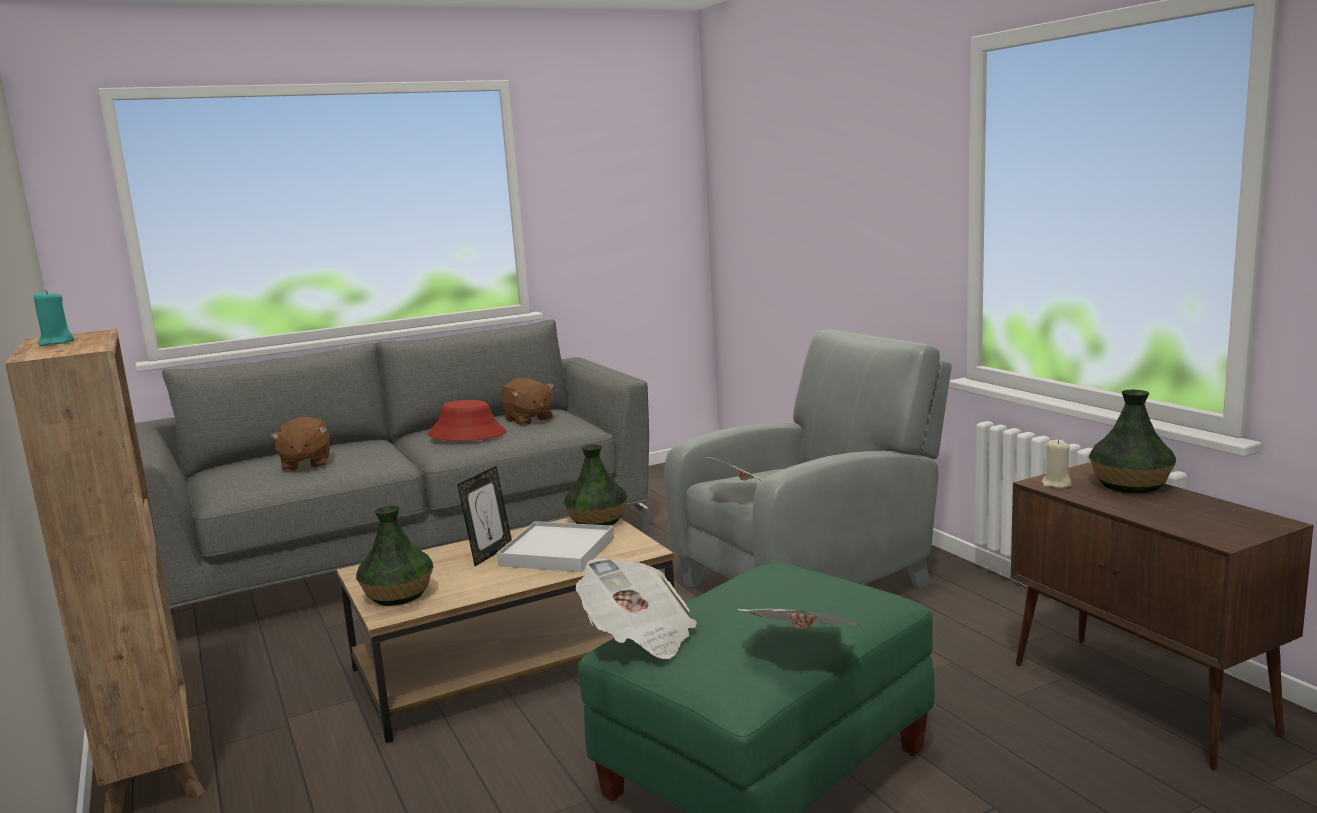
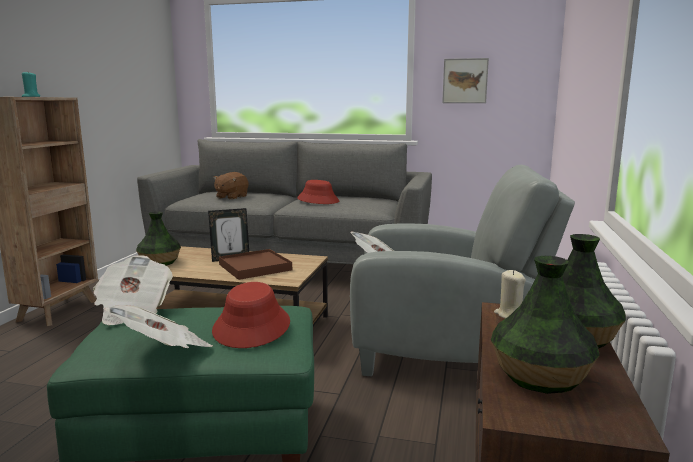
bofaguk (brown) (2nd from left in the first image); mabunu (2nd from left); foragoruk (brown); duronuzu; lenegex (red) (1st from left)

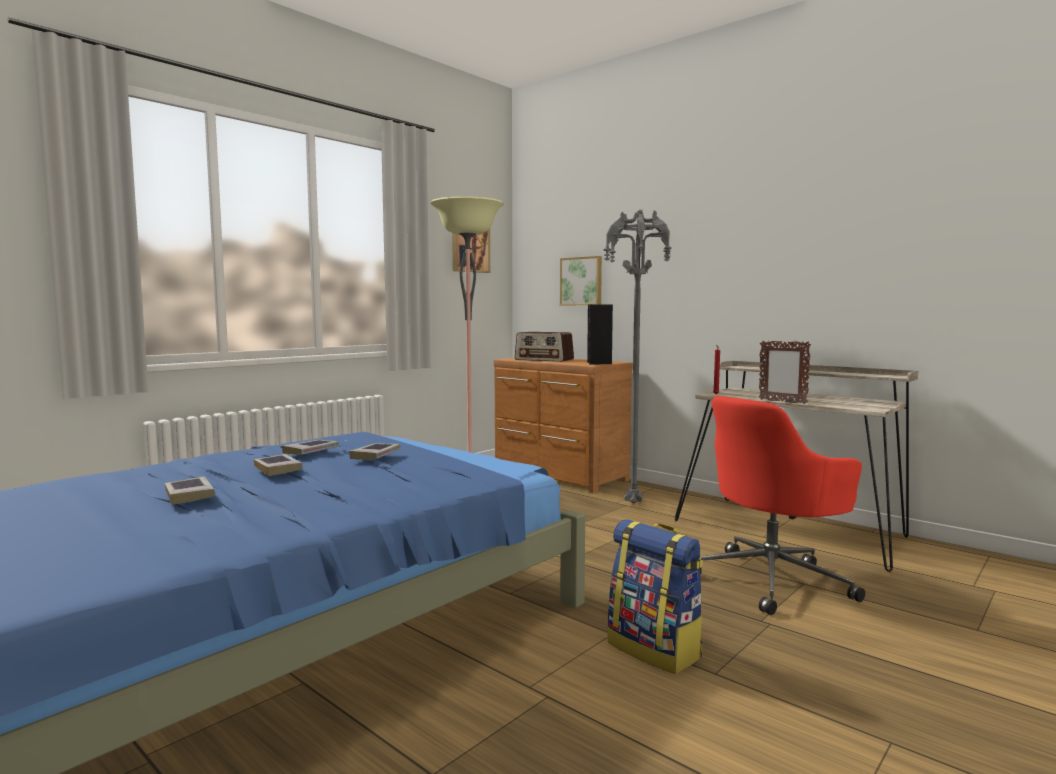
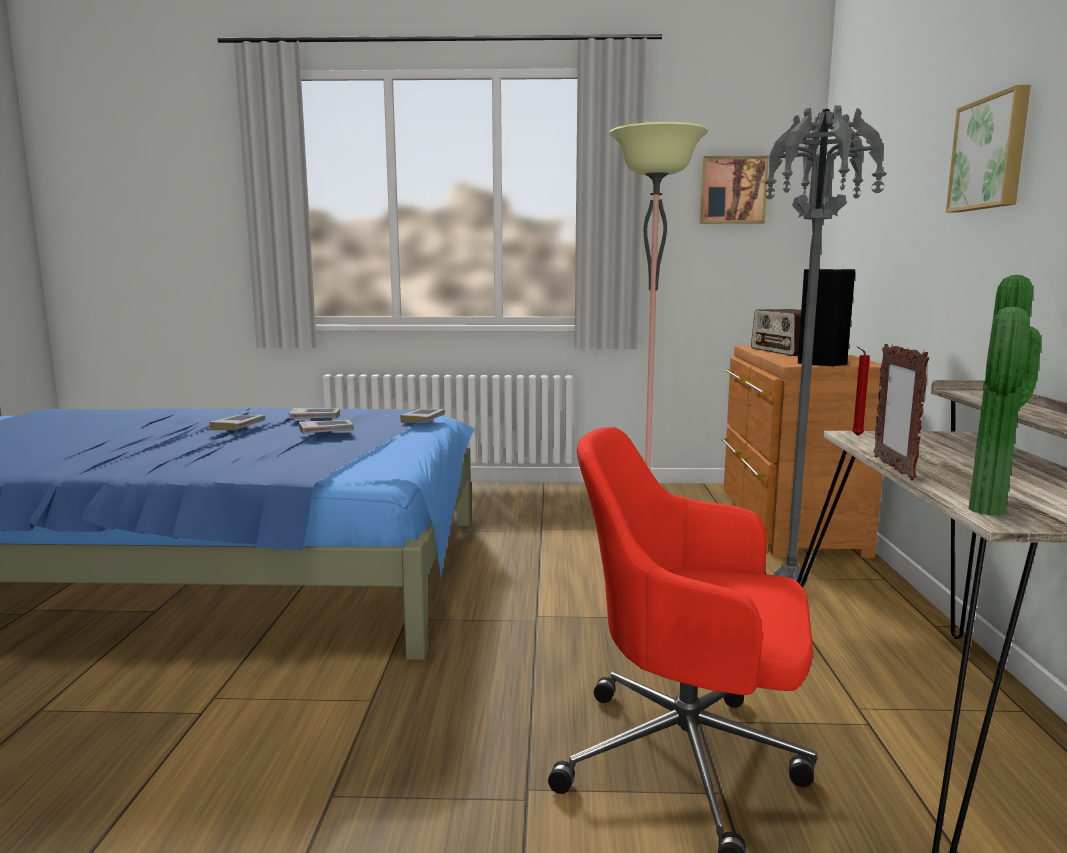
duronuzu (2nd from left); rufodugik (4th from left); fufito; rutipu

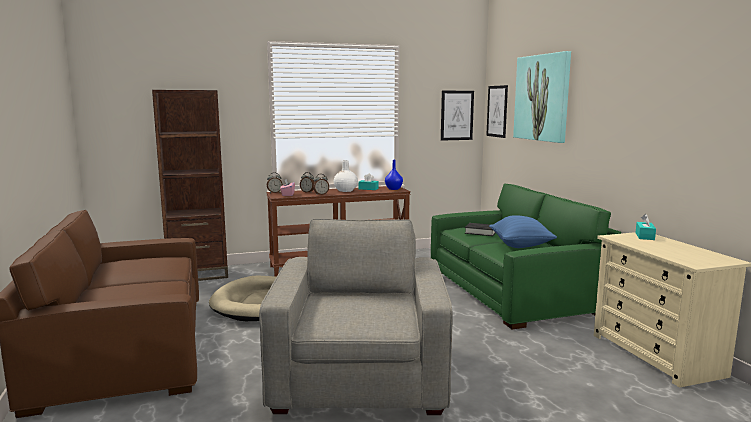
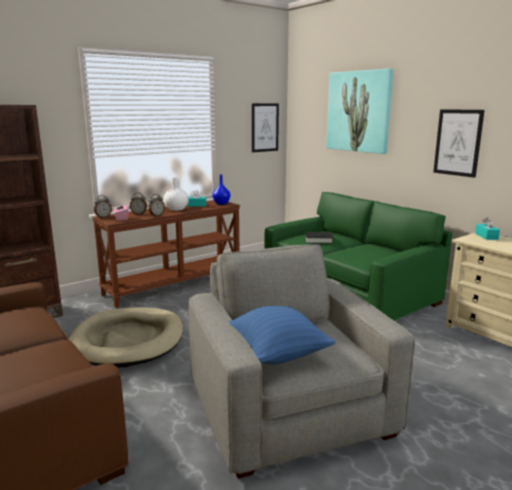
duronuzu (3rd from left); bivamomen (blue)

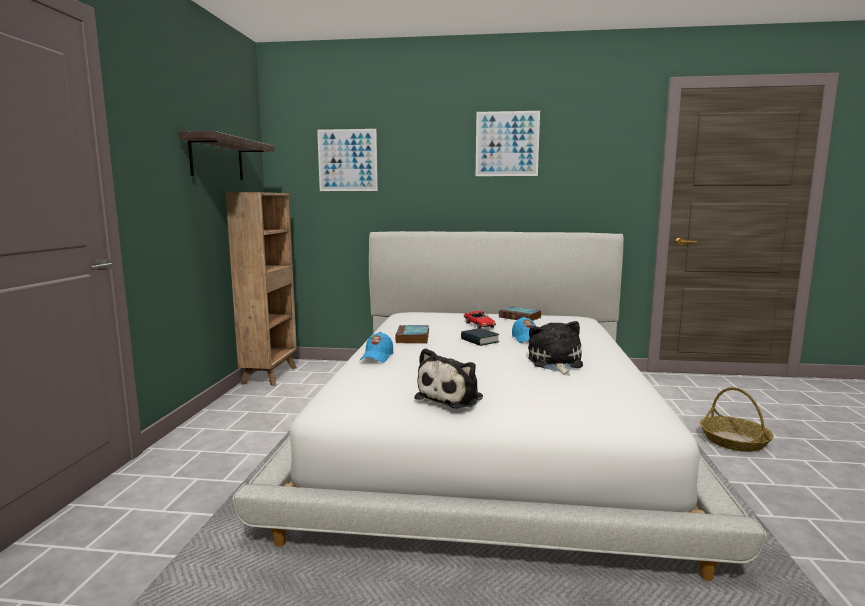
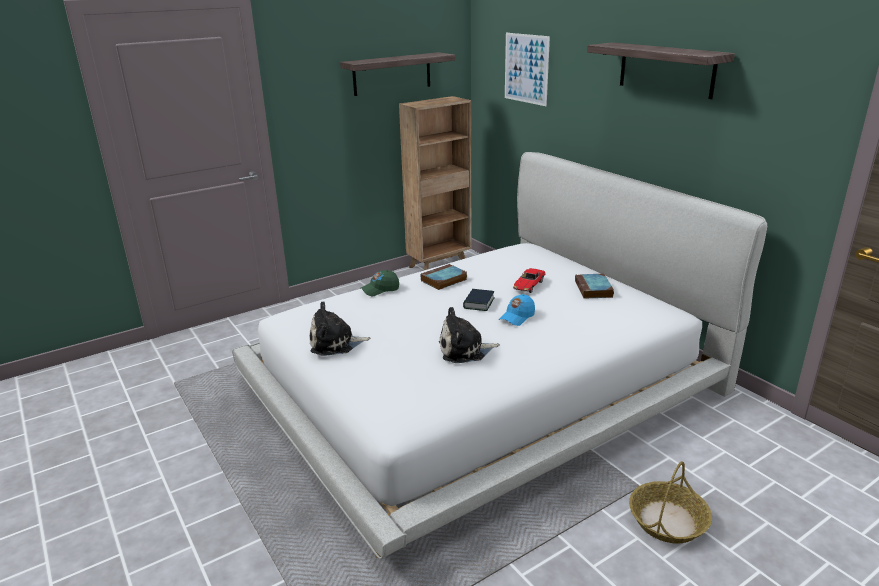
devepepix (2nd from left); bofaguk (2nd from left); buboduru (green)

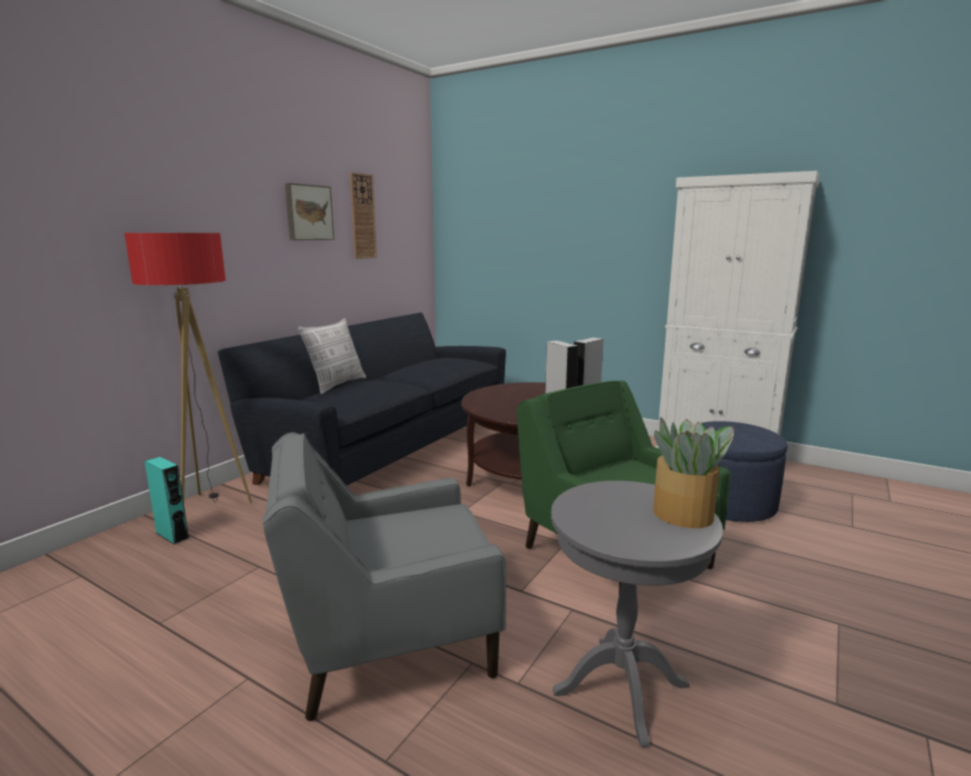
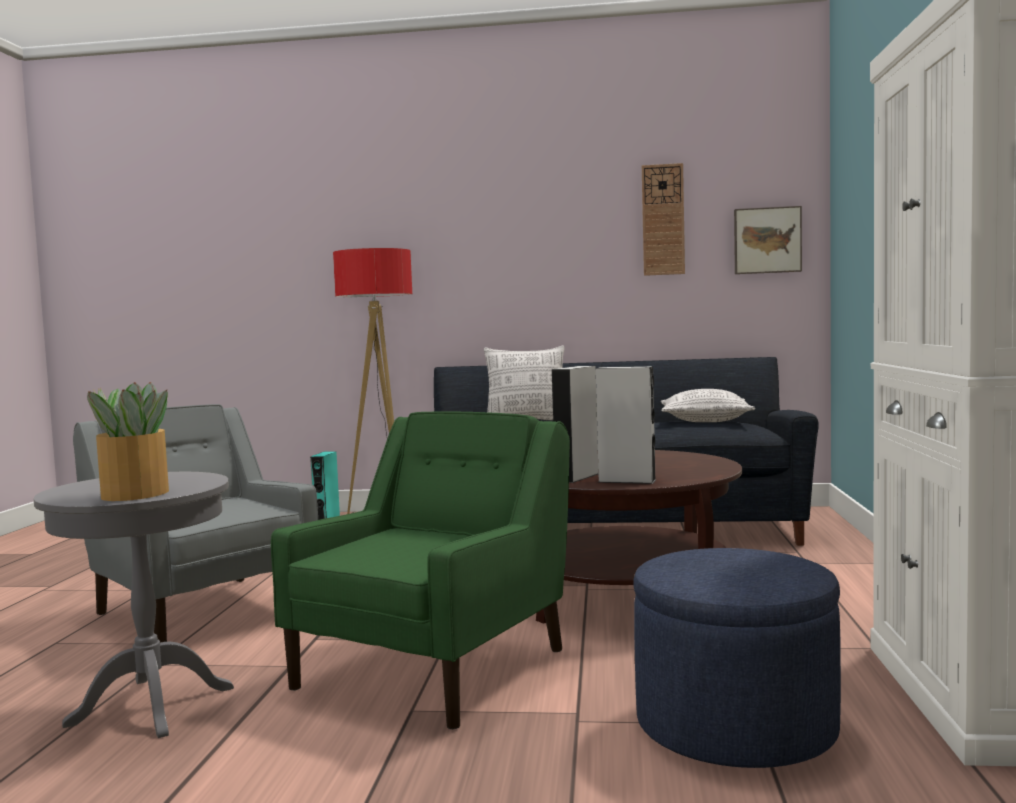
duronuzu; bivamomen (2nd from left)

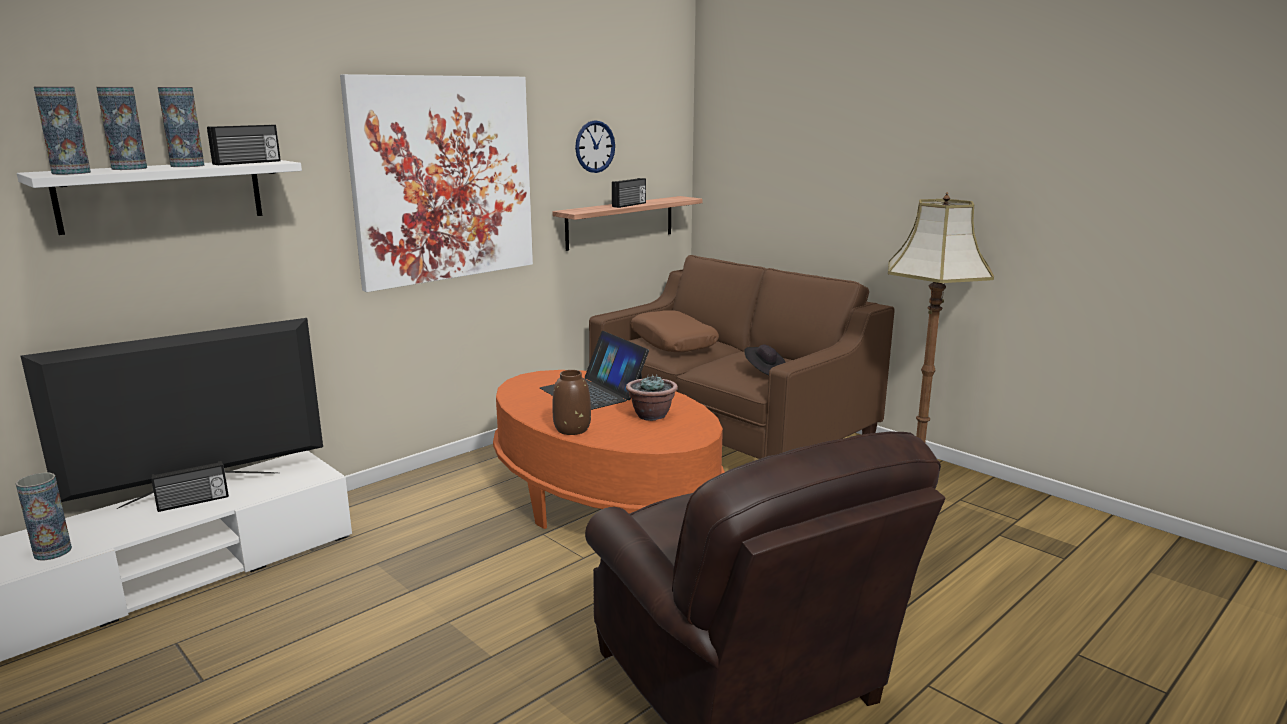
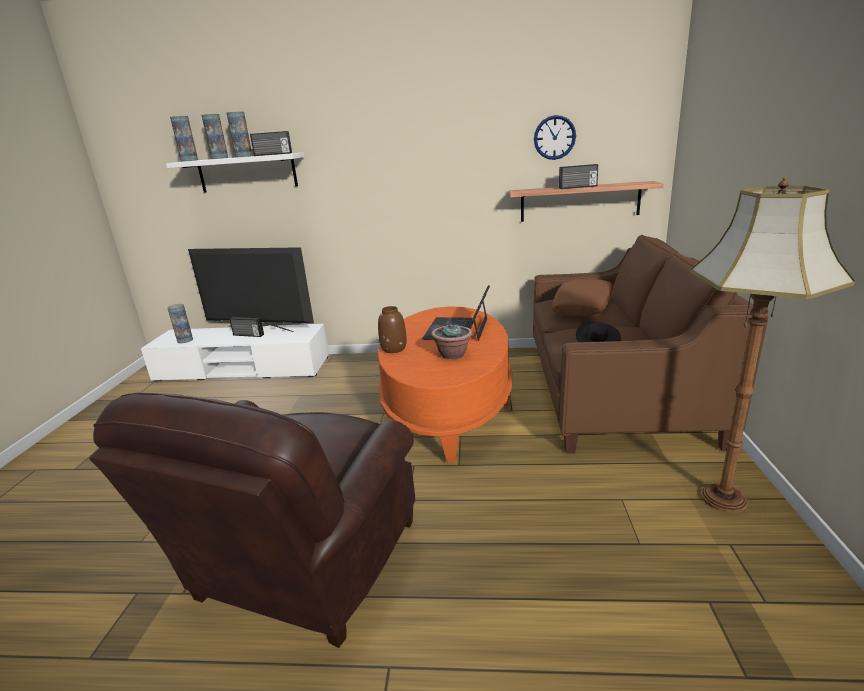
duronuzu

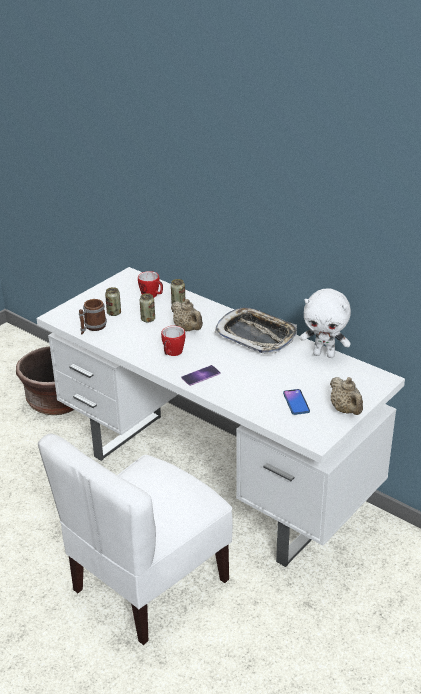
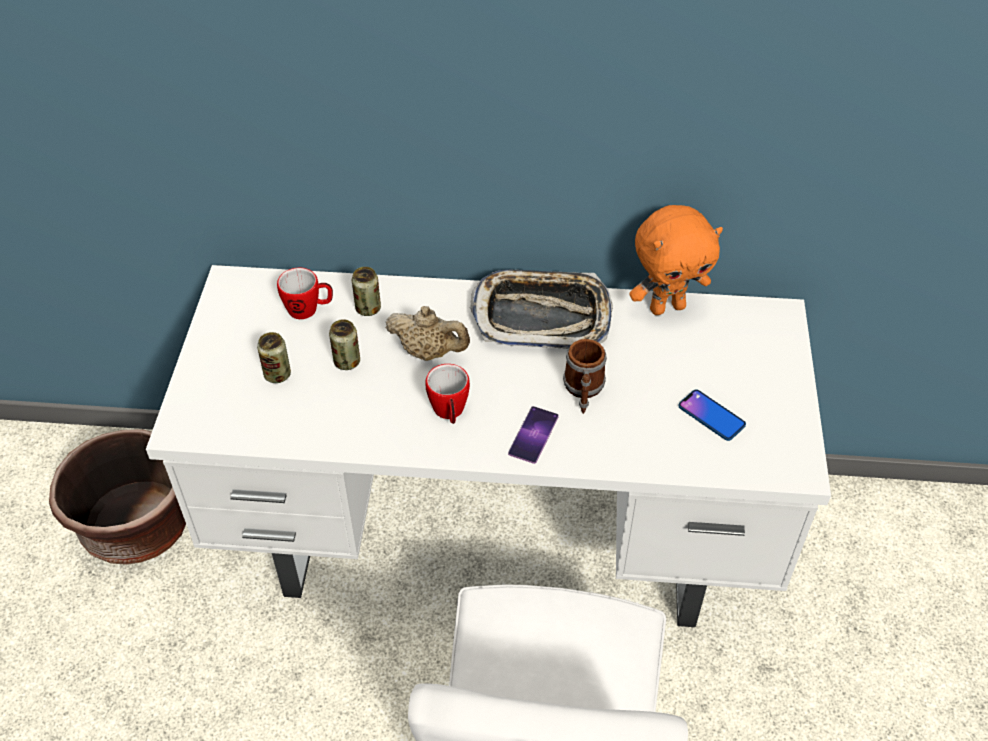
bofaguk (orange); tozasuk (3rd from left); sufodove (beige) (2nd from left in the first image)

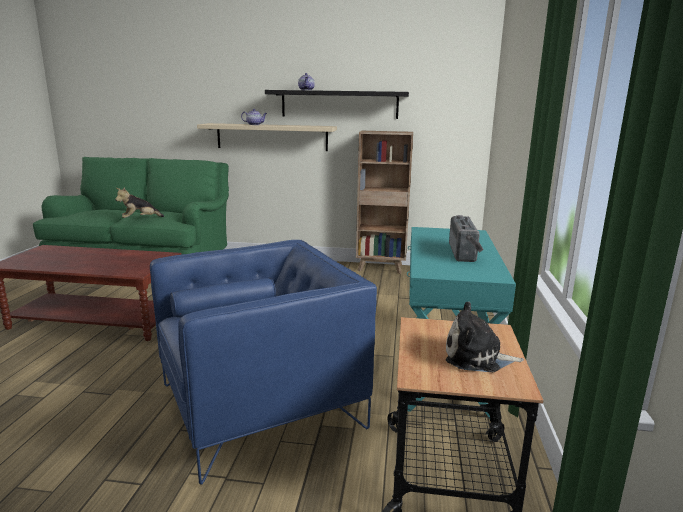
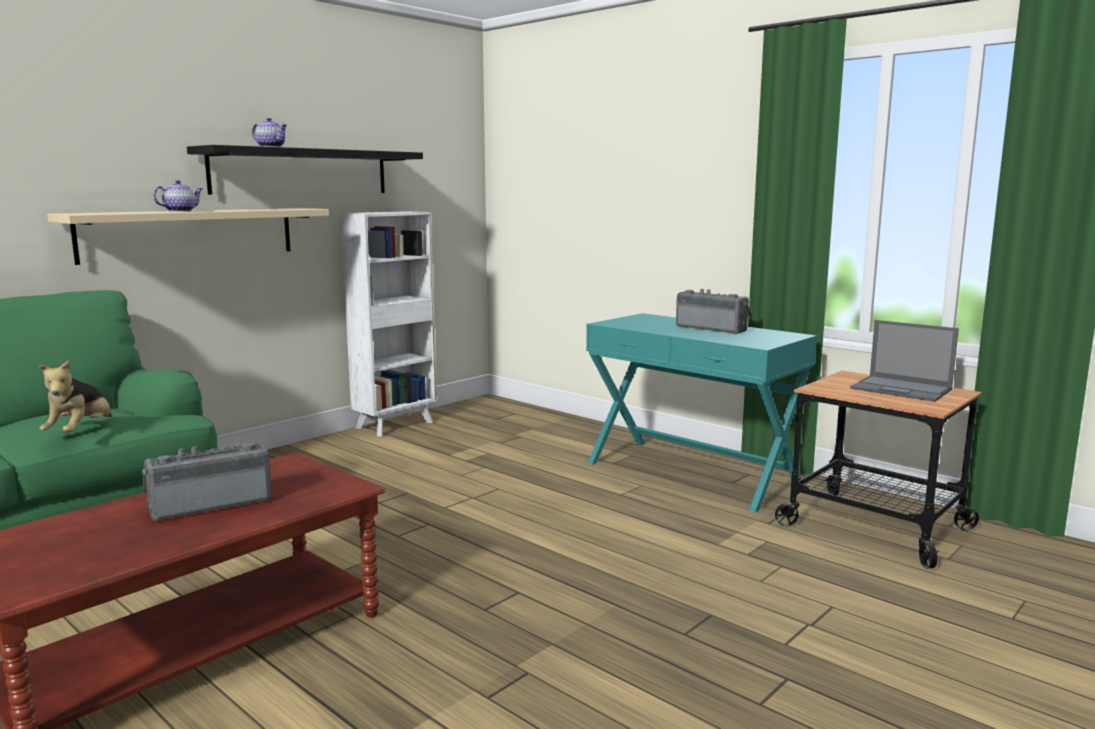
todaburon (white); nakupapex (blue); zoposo; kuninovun (1st from left)

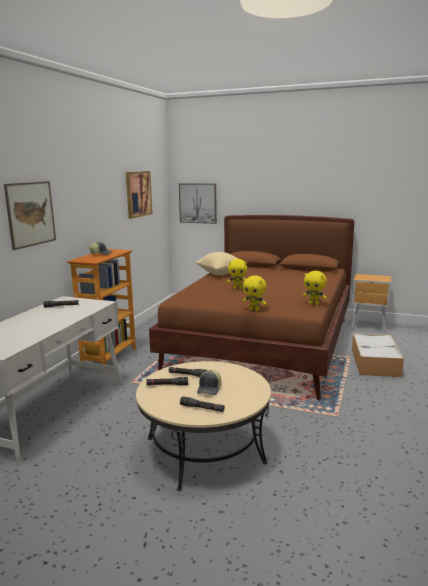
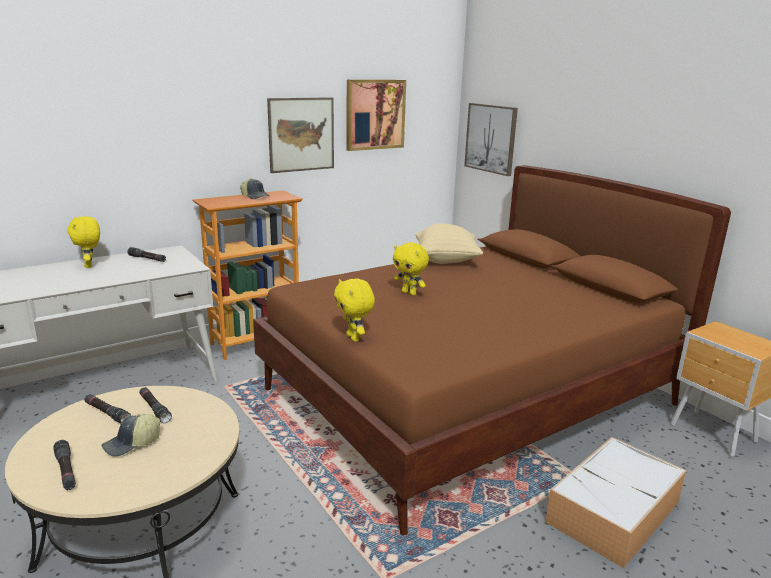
duronuzu (1st from left); bofaguk (yellow) (1st from left)

